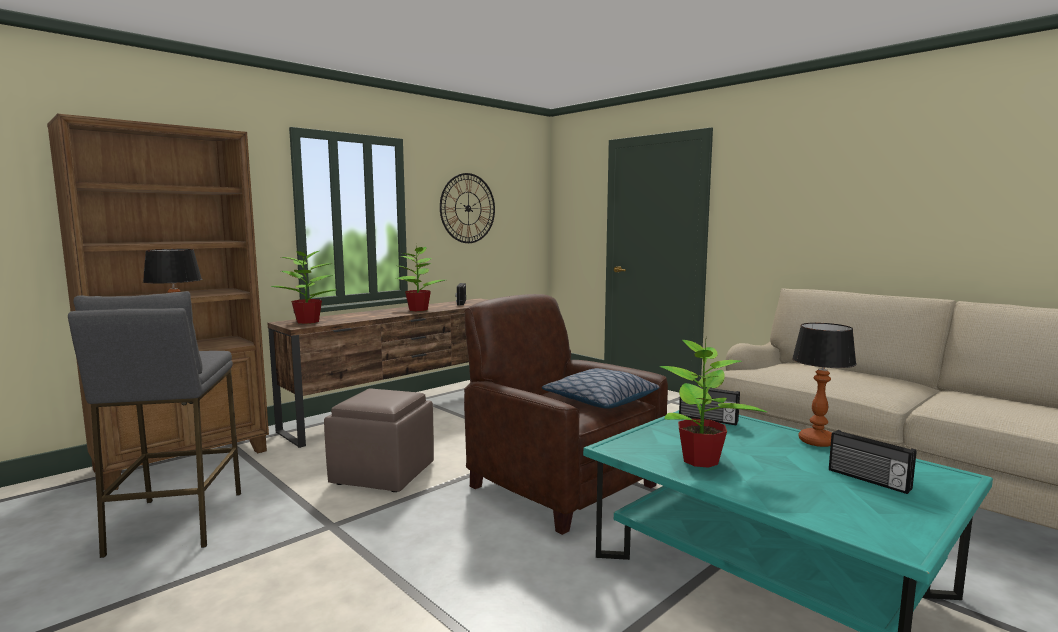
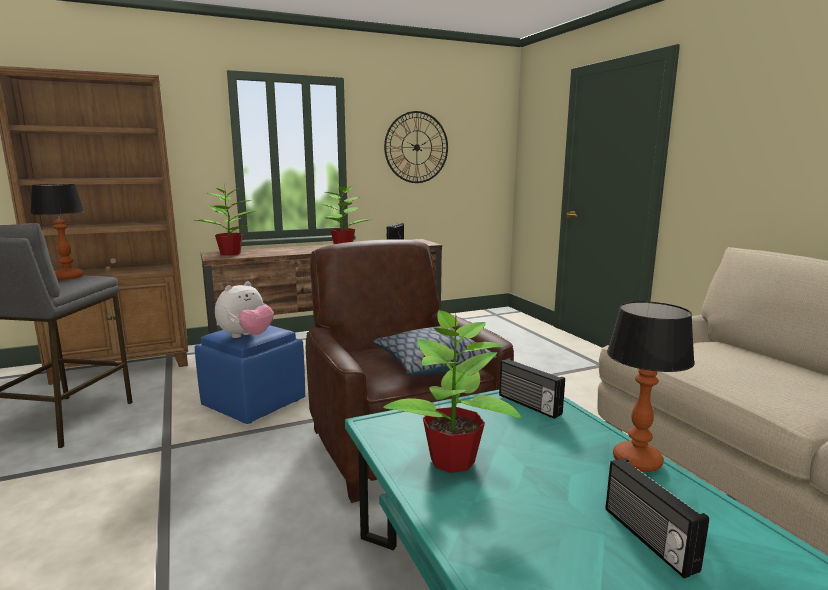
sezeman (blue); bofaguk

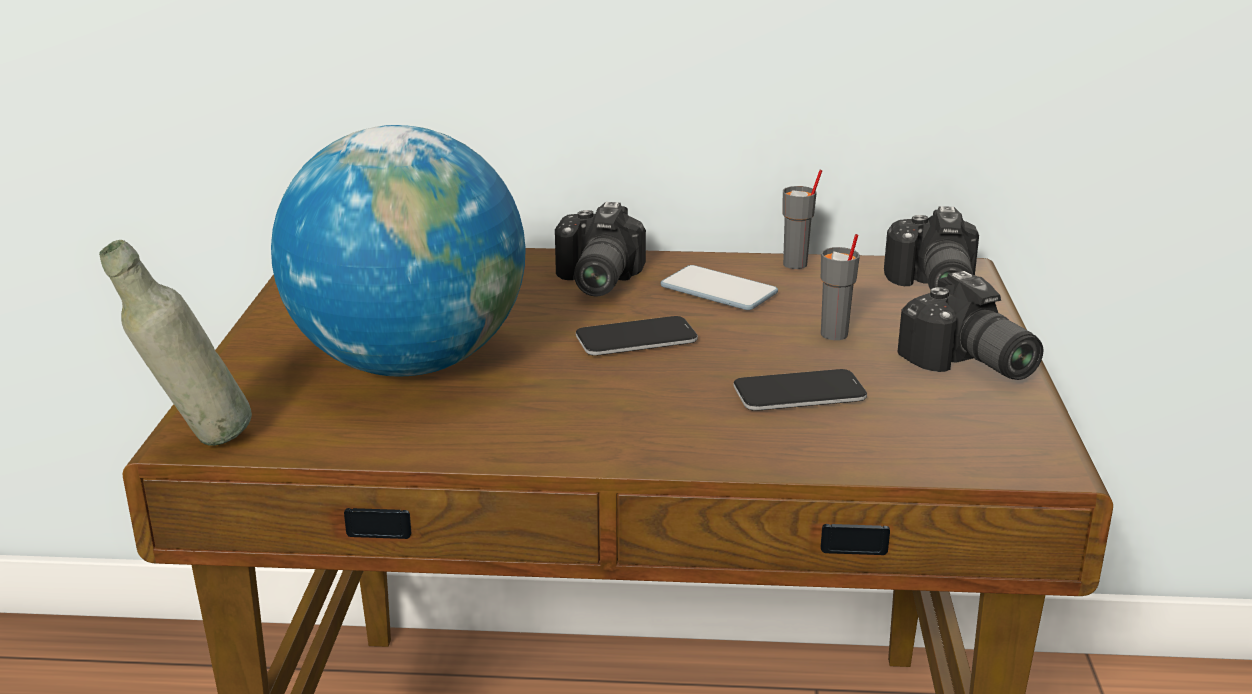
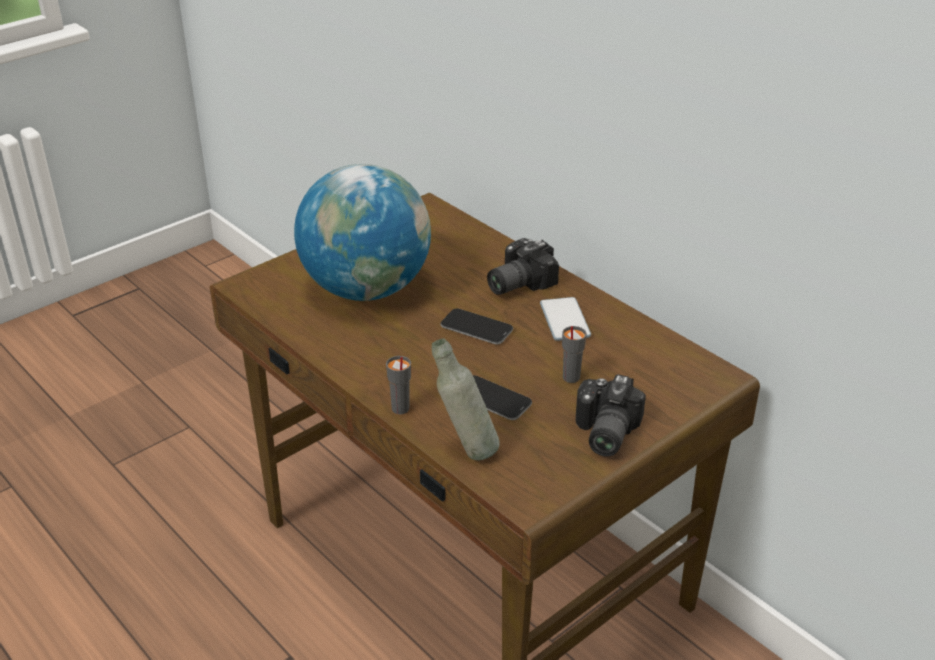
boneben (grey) (1st from left); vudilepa (2nd from left in the first image); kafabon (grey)

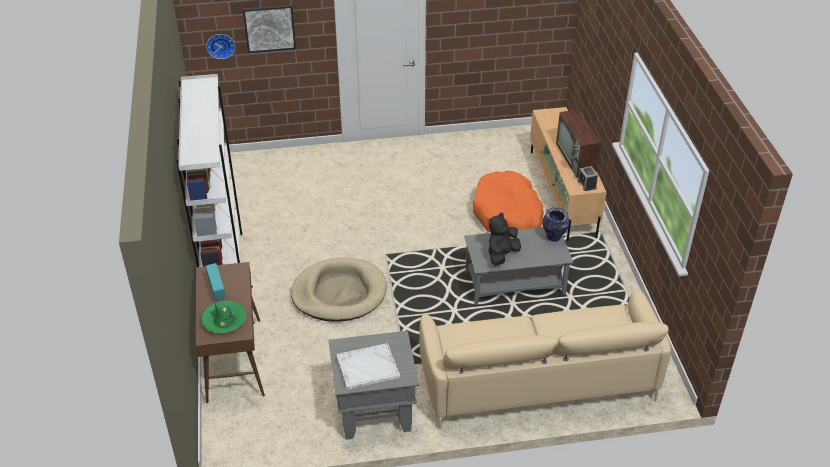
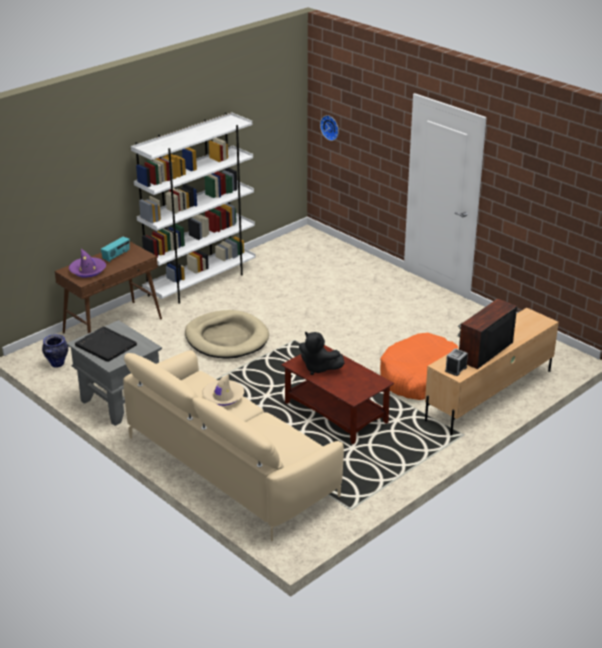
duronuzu; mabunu; bofaguk (black); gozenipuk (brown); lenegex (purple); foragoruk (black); lenegex (beige)

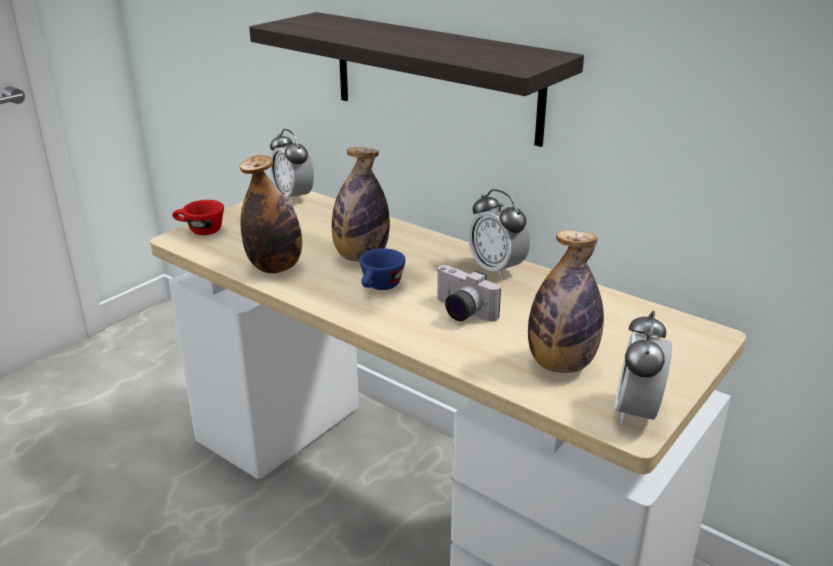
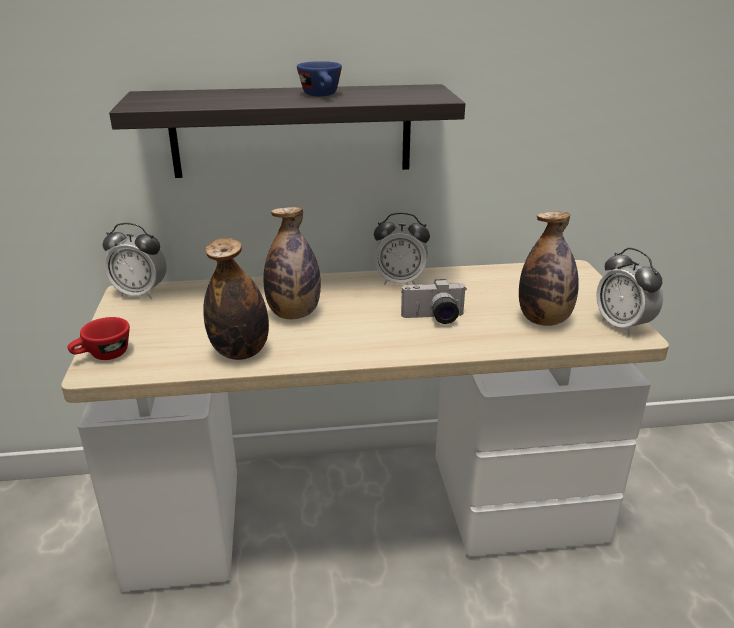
boneben (blue)

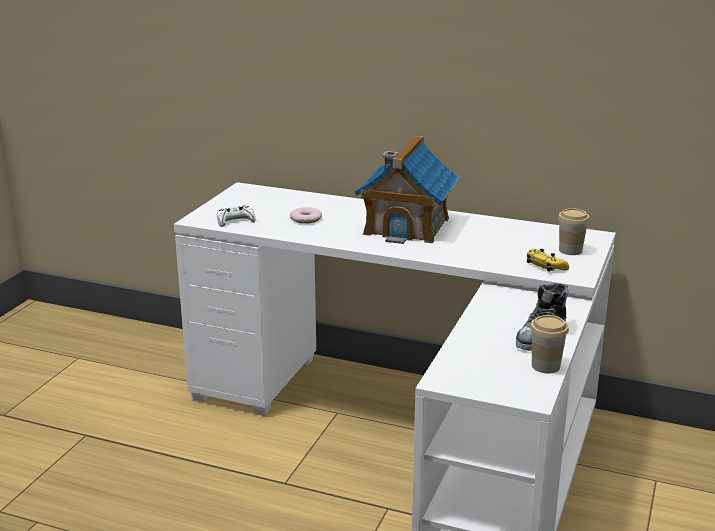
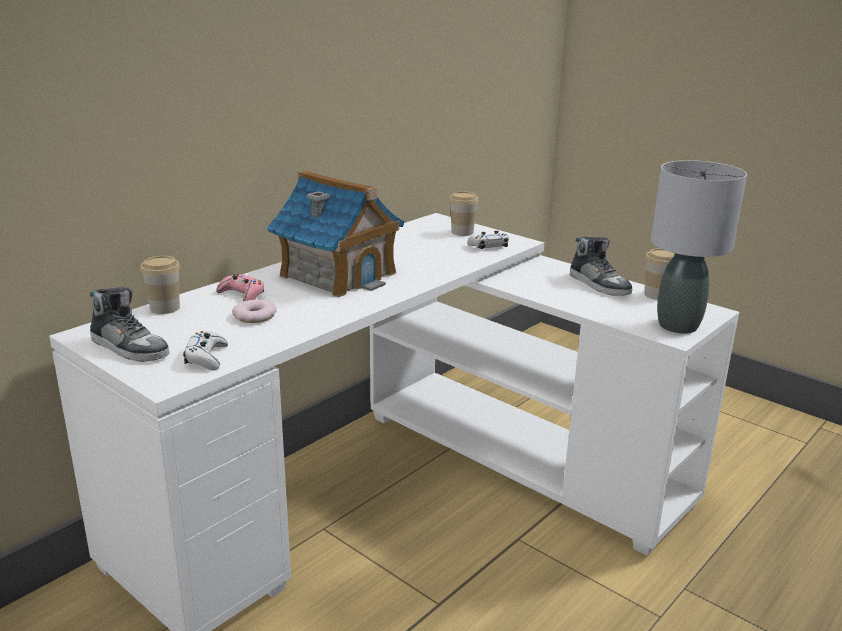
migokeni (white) (2nd from left); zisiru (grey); boneben (1st from left); migokeni (pink); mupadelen (1st from left)

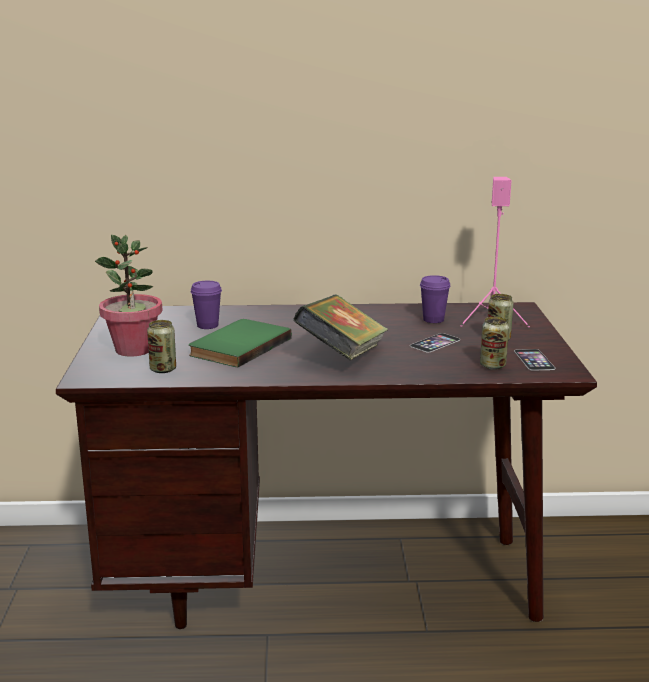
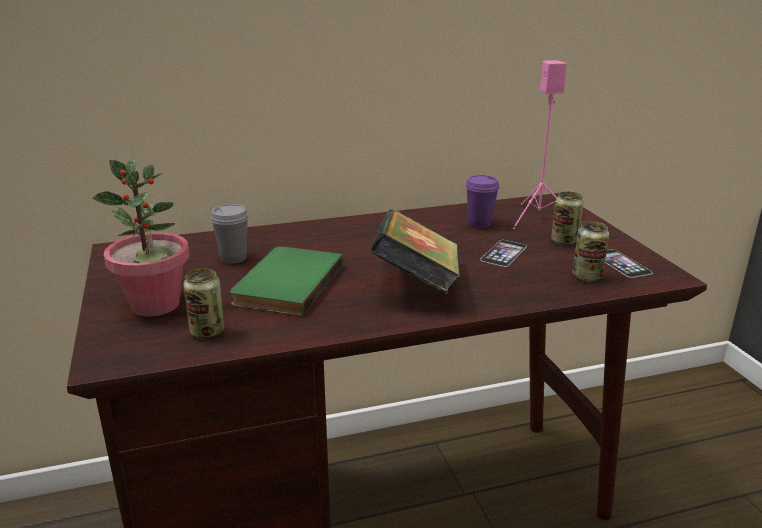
boneben (grey)

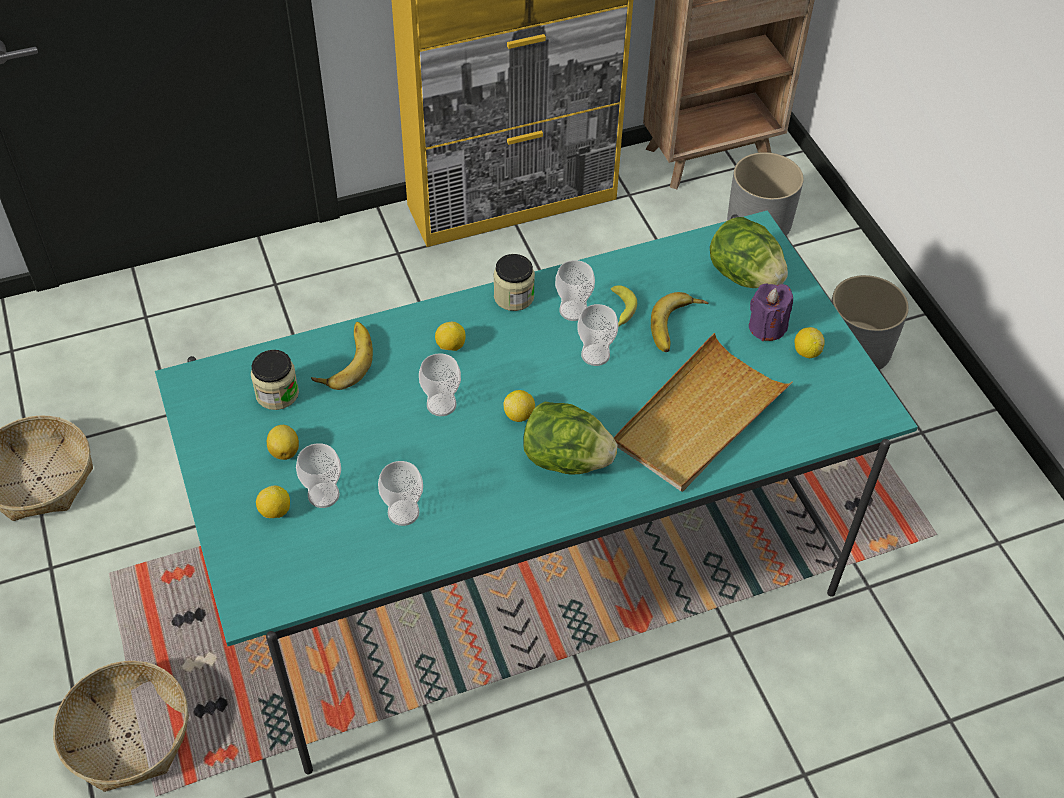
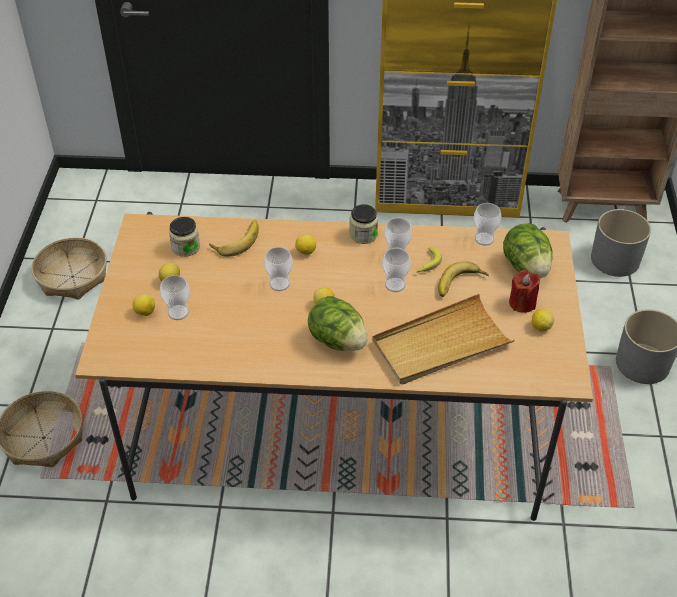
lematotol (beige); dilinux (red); boneben (5th from left)

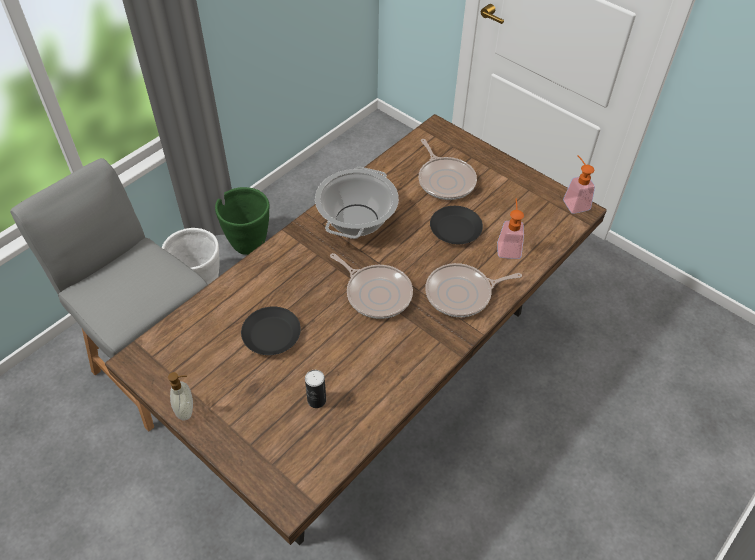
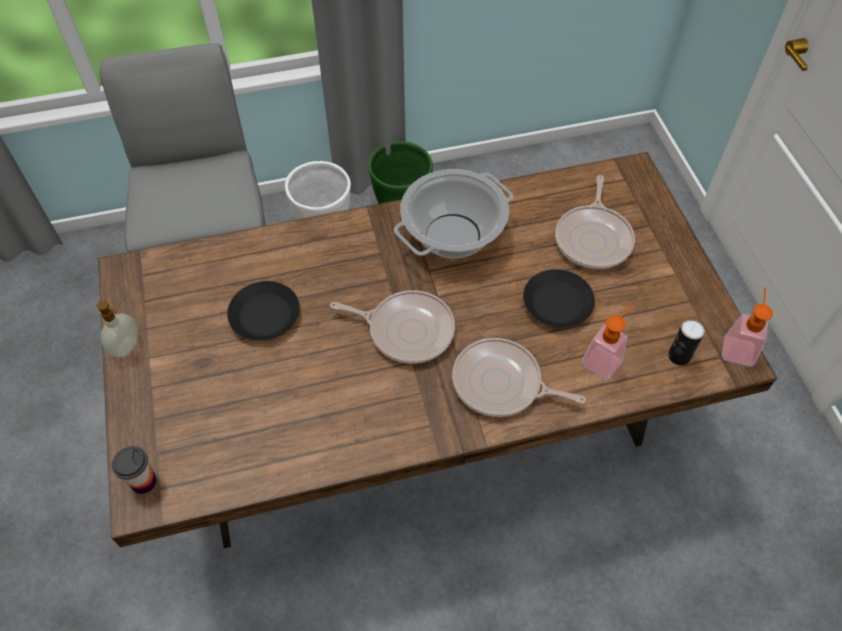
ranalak (1st from left); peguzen; boneben

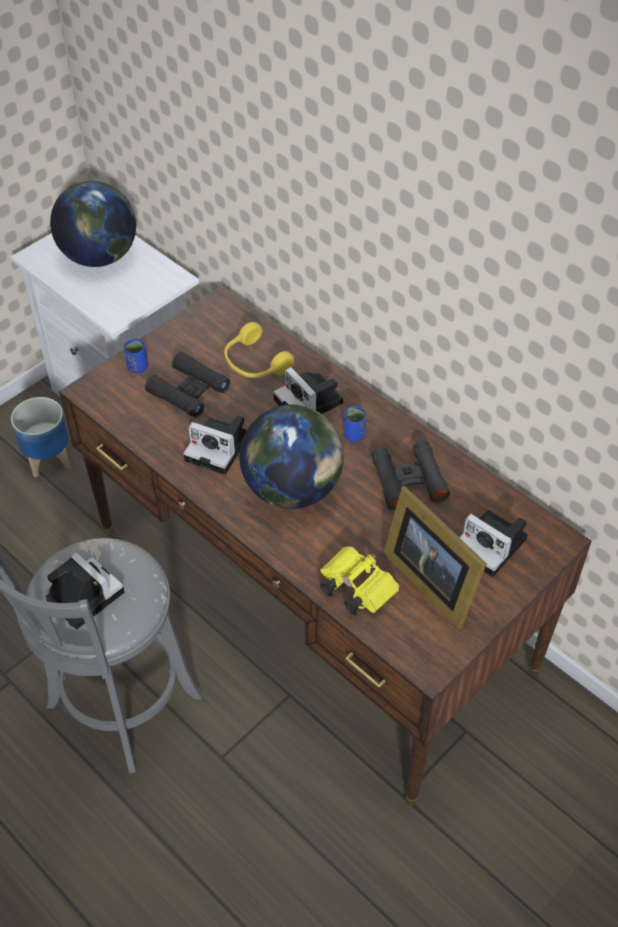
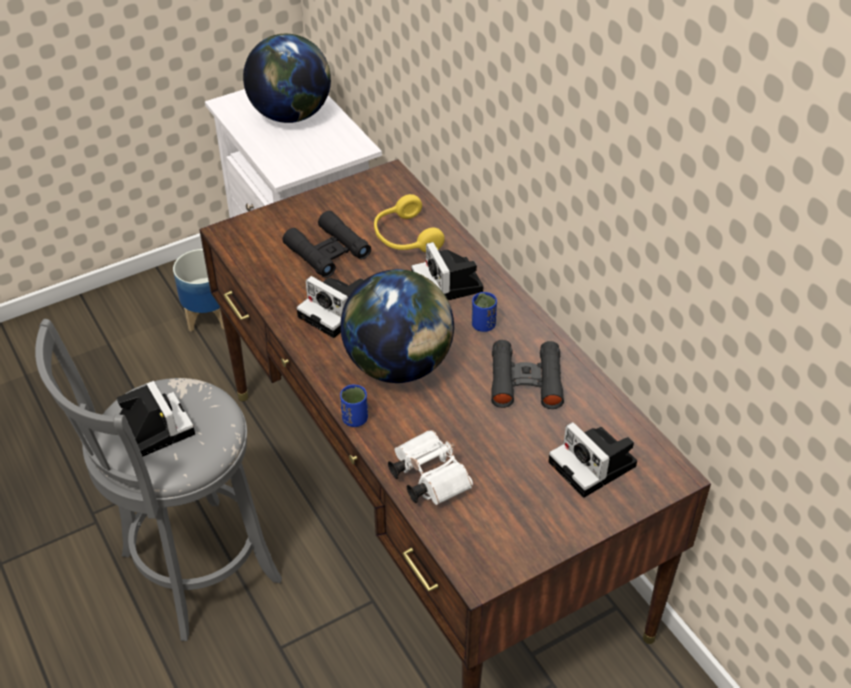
boneben (blue) (1st from left); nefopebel; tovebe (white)

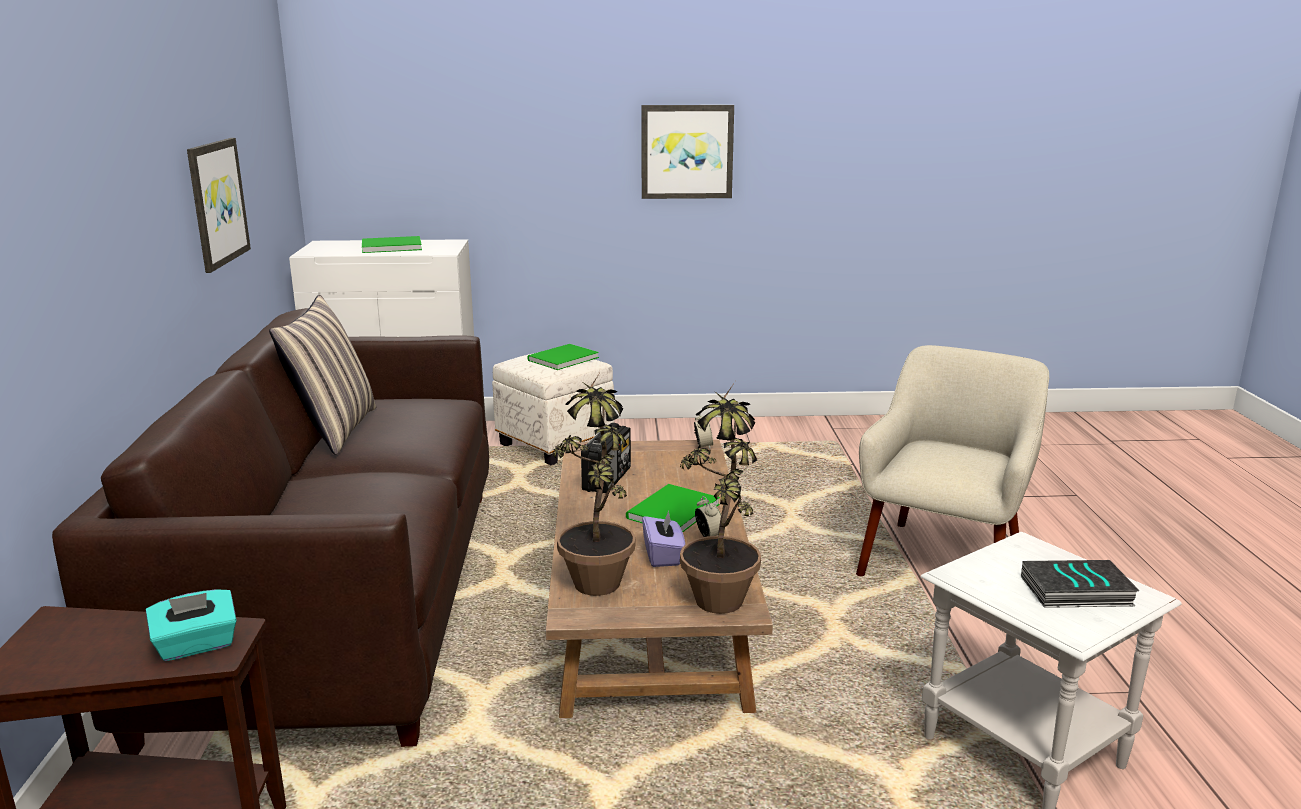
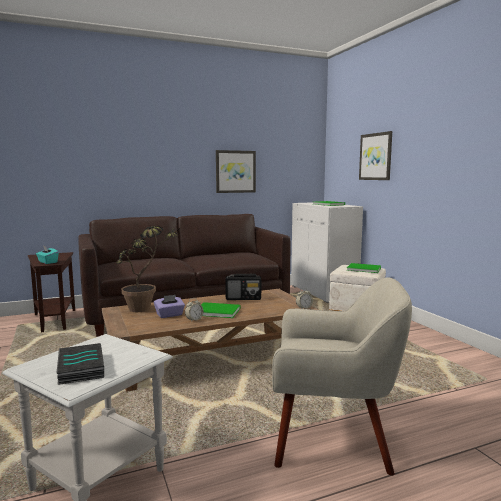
duronuzu (2nd from left); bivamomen; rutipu (2nd from left in the first image)

